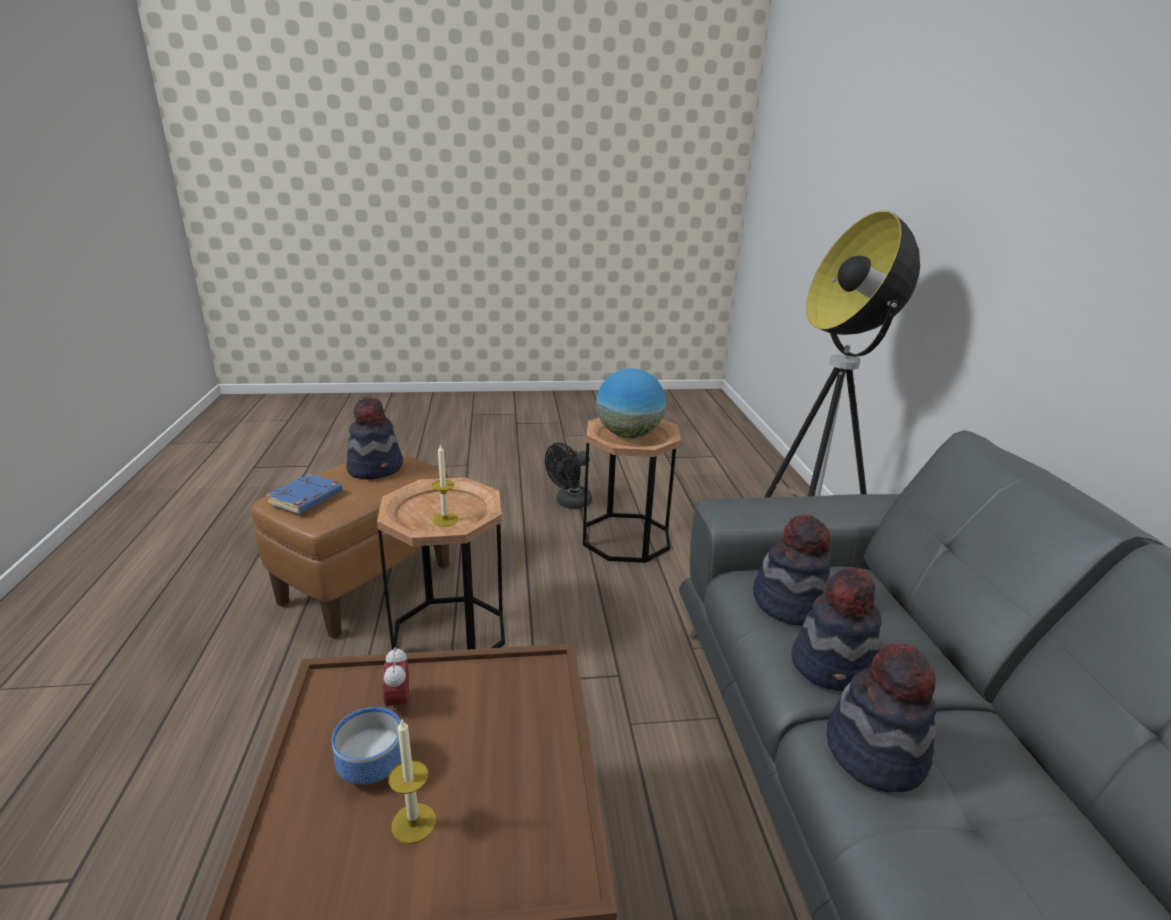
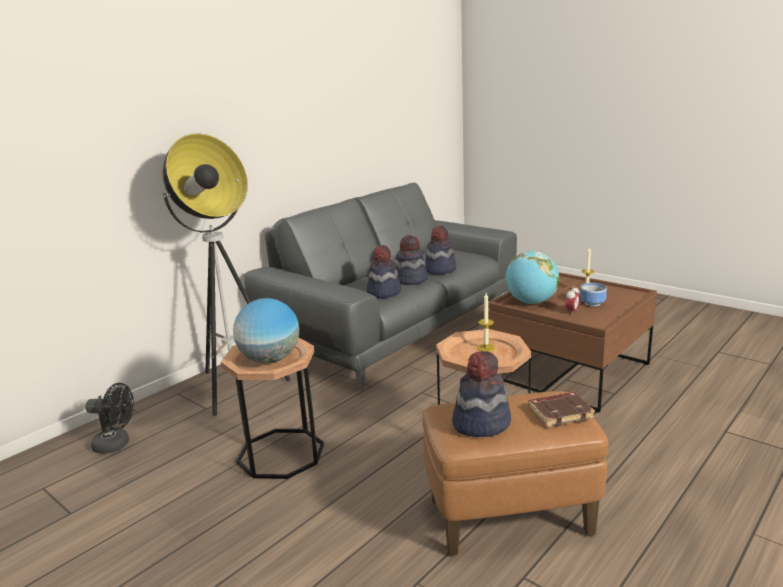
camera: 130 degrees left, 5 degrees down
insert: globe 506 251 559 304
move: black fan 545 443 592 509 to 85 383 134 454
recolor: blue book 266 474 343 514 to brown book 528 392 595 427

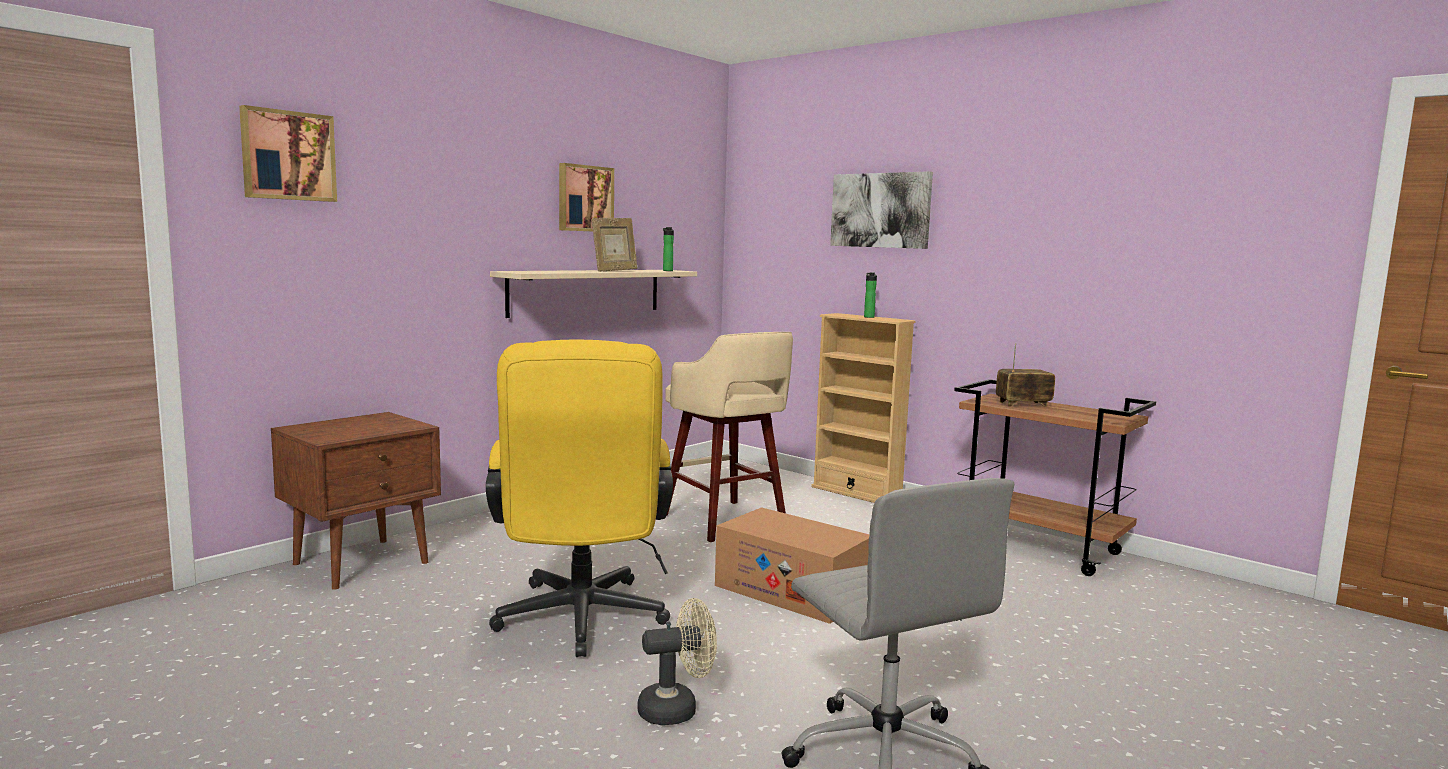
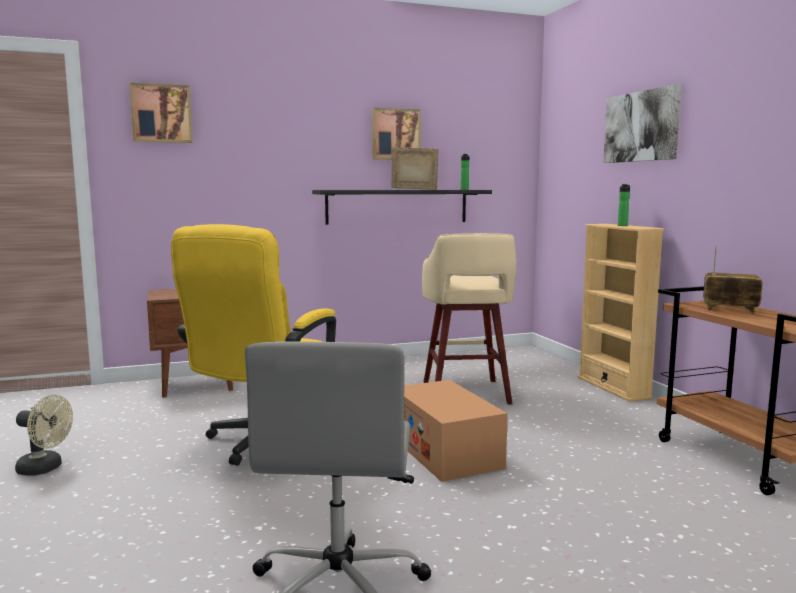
camera: 30 degrees right, 0 degrees up
move: beige fan 637 598 717 725 to 15 395 73 476
recolor: beige shelf 490 270 697 318 to black shelf 312 190 492 225
rotate: picture frame 592 218 637 272 = 391 147 439 190 150 degrees counterclockwise

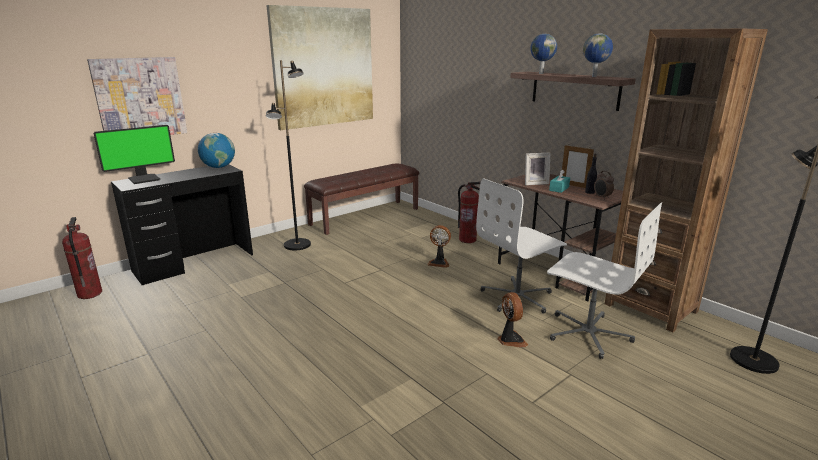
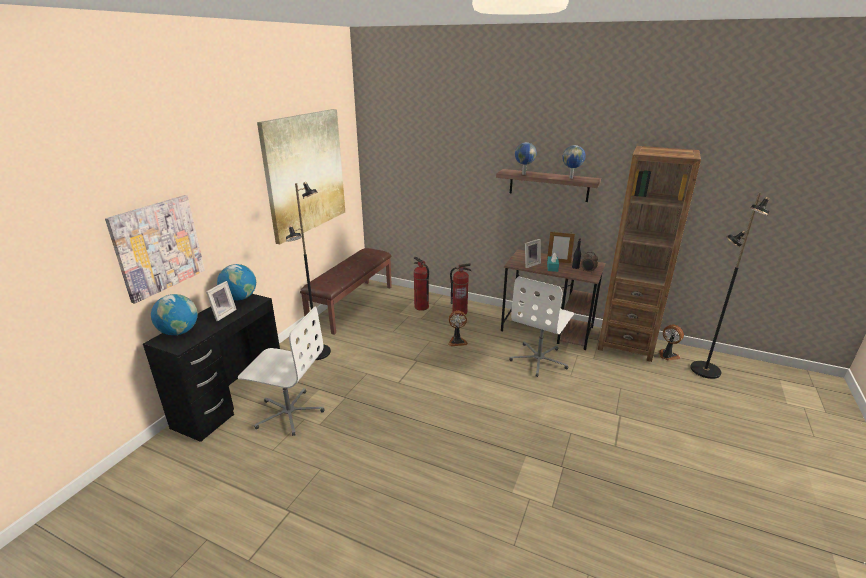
camera: 25 degrees left, 5 degrees up
insert: picture frame 206 281 237 321
move: white office chair 547 202 662 359 to 238 306 324 436; fire extinguisher 62 217 102 299 to 414 257 429 311; fan 497 292 528 347 to 659 324 684 361
replace: monitor 93 125 175 184 to globe 151 294 198 335

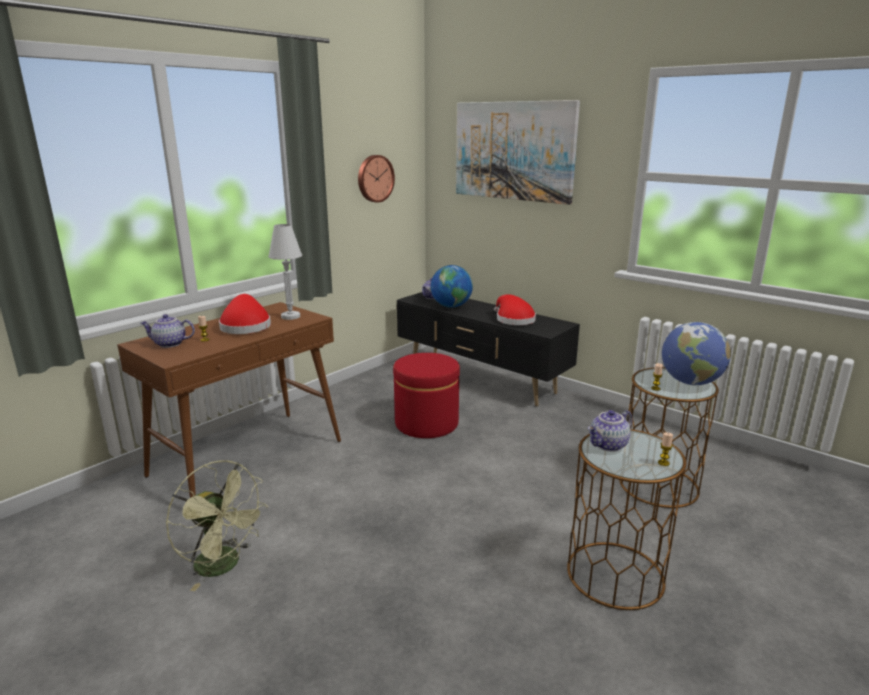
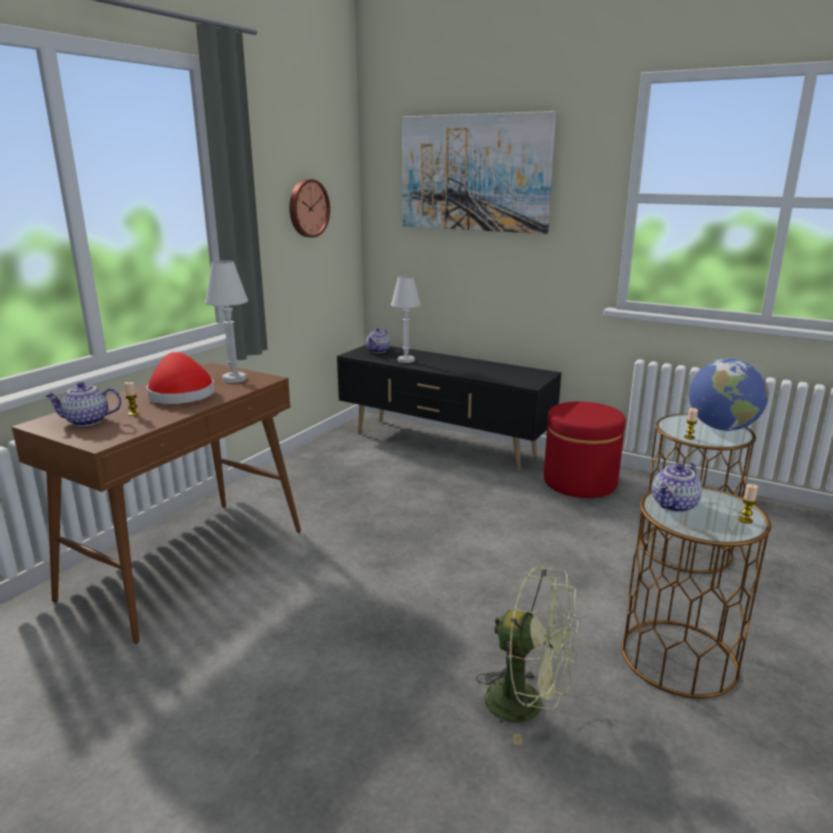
camera: 10 degrees left, 0 degrees up
delete: red hat 494 294 536 325
move: red ottoman 393 353 460 438 to 544 401 626 498; green fan 166 460 268 591 to 476 566 579 745
replace: globe 431 265 473 308 to white table lamp 391 276 421 363

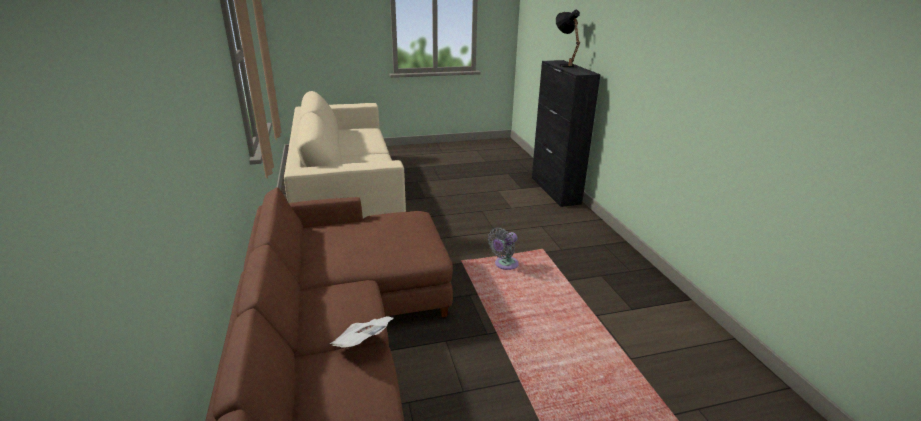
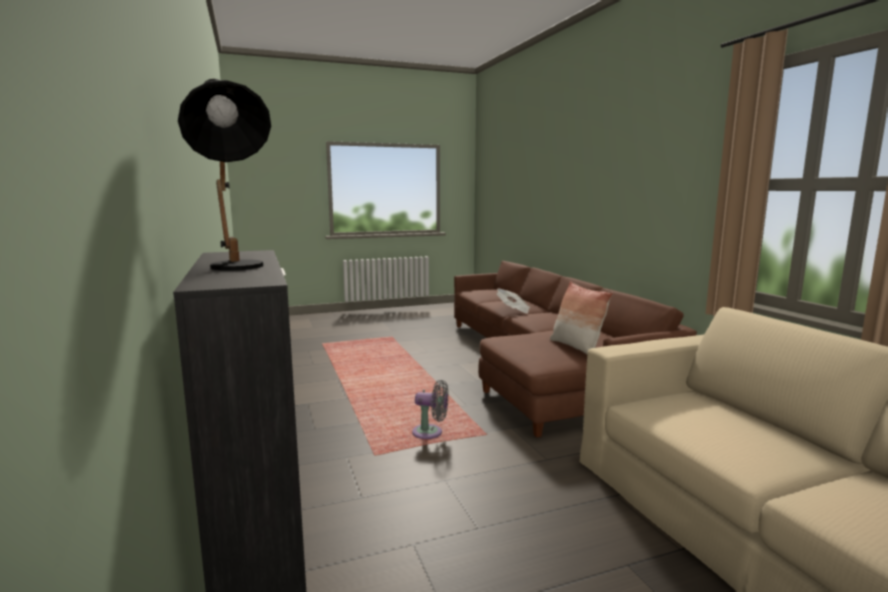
camera: 175 degrees right, 15 degrees down
insert: pillow 550 281 613 354
rotate: grey fan 488 228 519 270 = 412 380 448 439 60 degrees clockwise

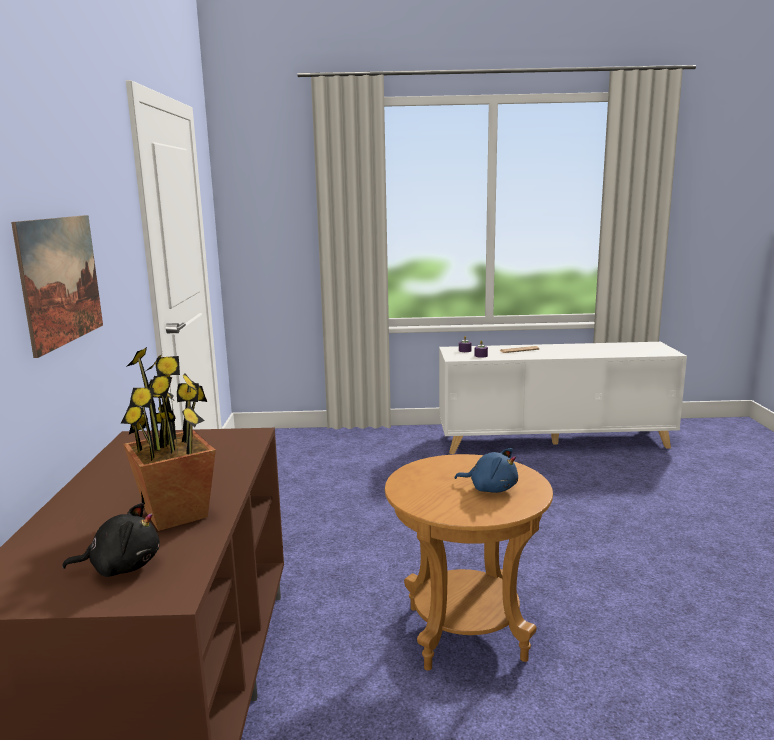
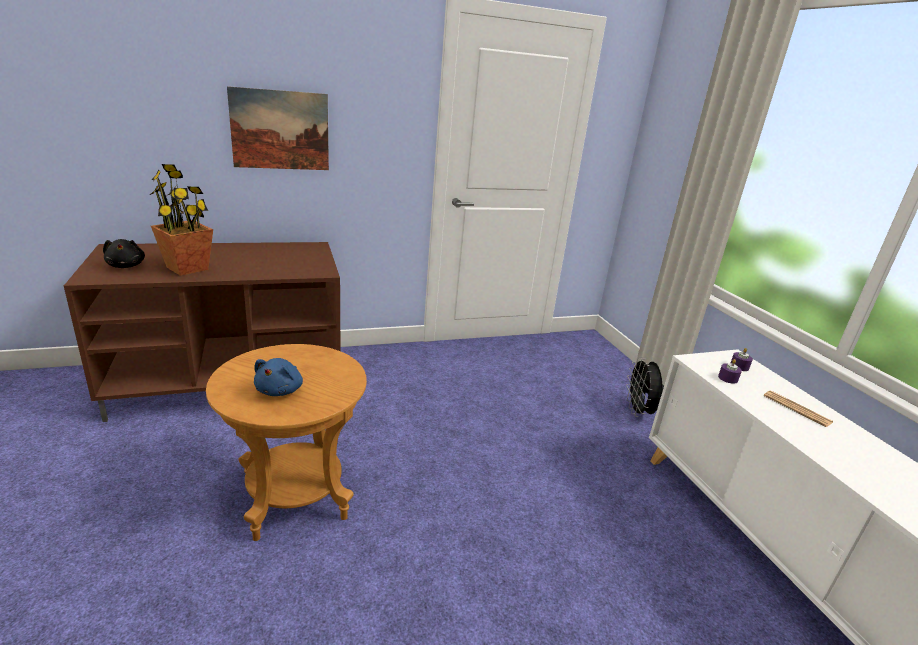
camera: 70 degrees right, 10 degrees up
insert: black fan 626 357 664 417

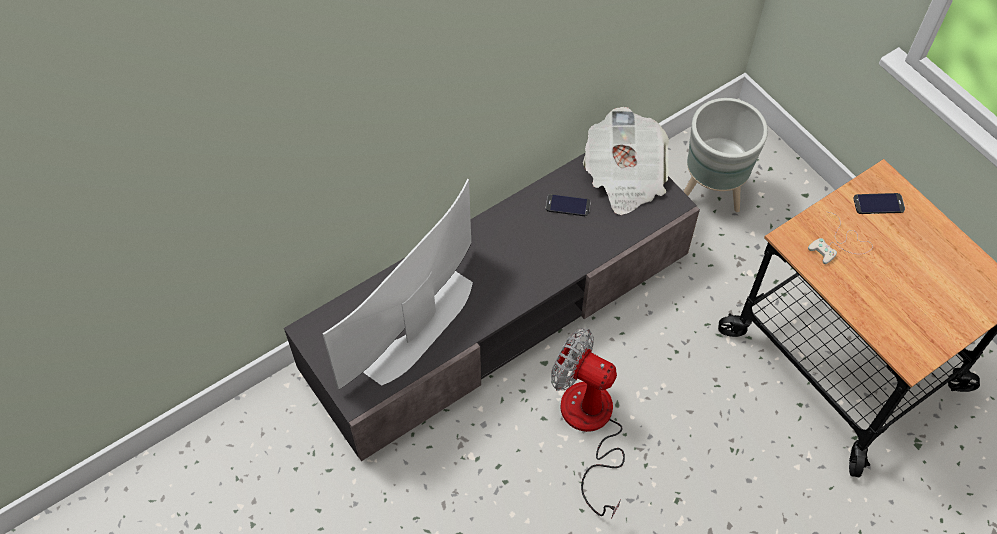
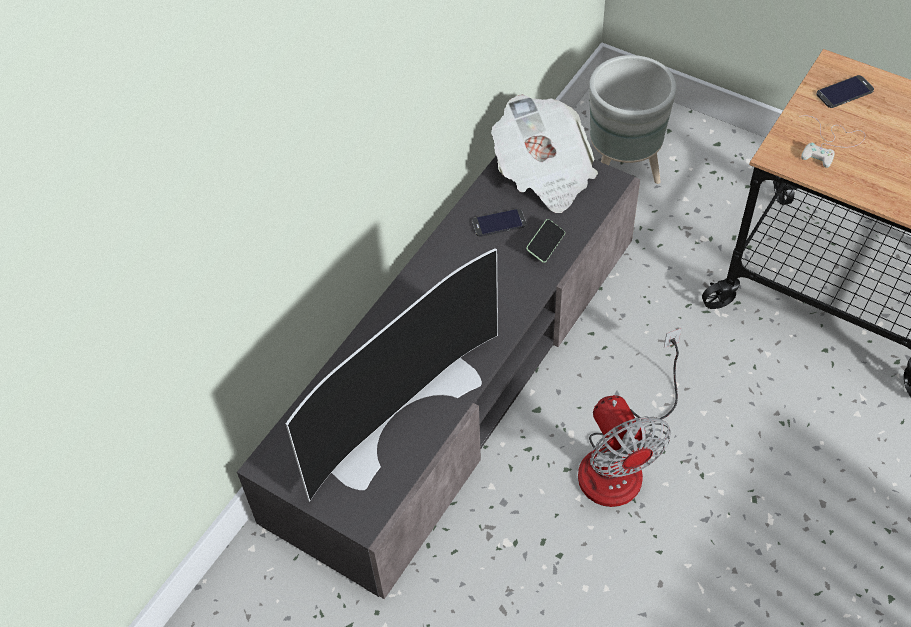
camera: 20 degrees left, 5 degrees down
insert: phone 526 219 565 263
rotate: television 322 179 473 389 = 286 248 498 502 150 degrees counterclockwise; fan 551 328 625 519 = 578 328 681 507 120 degrees counterclockwise

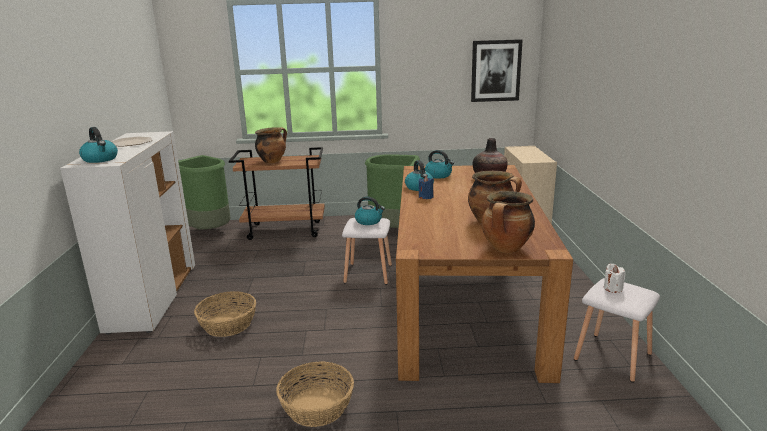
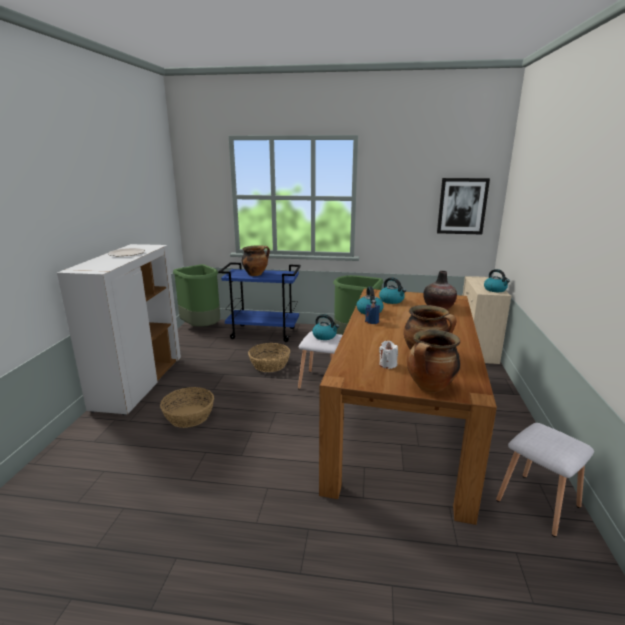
camera: 10 degrees right, 0 degrees up
move: kettle 79 127 118 163 to 484 269 510 292; white candle 604 264 626 293 to 379 341 398 369; basket 276 361 354 427 to 248 343 290 372
recolor: brown cart 229 147 325 240 to blue cart 218 262 301 342

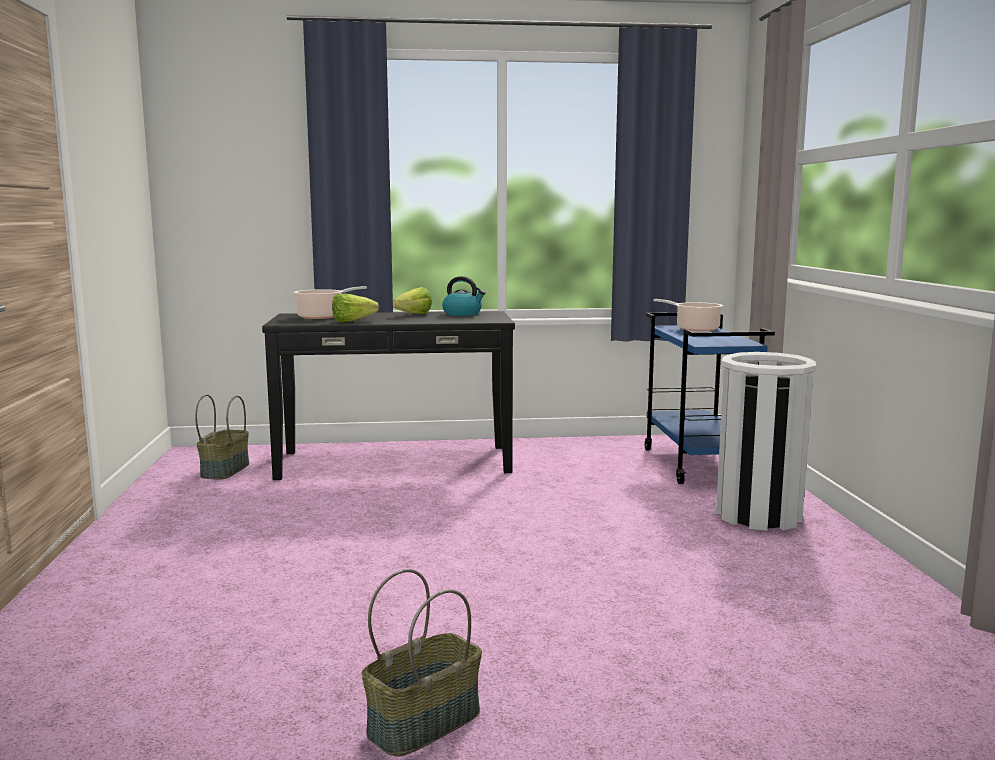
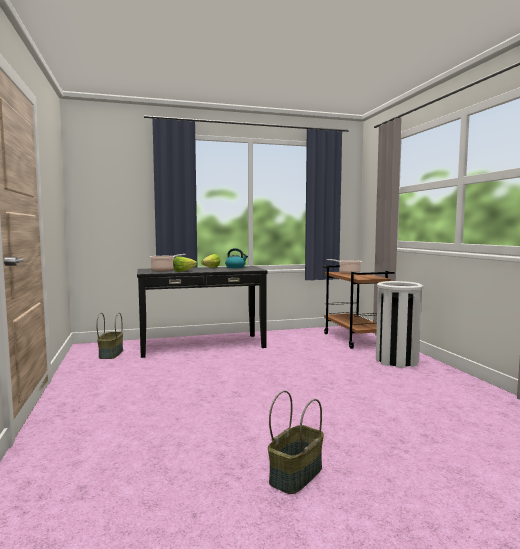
camera: 10 degrees left, 5 degrees down
recolor: blue cart 645 312 775 484 to brown cart 323 265 394 349

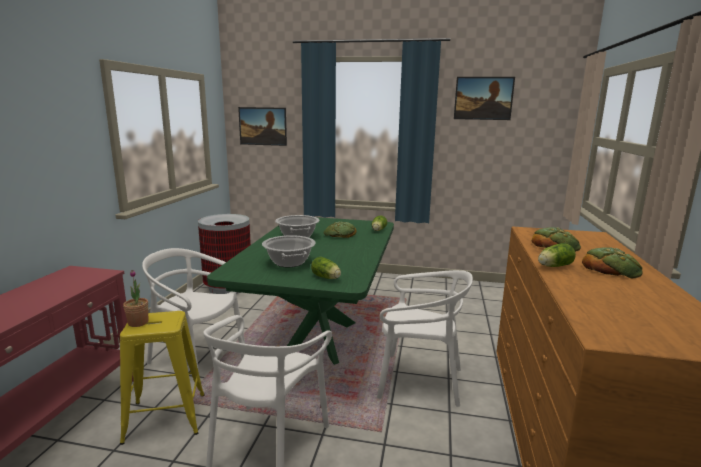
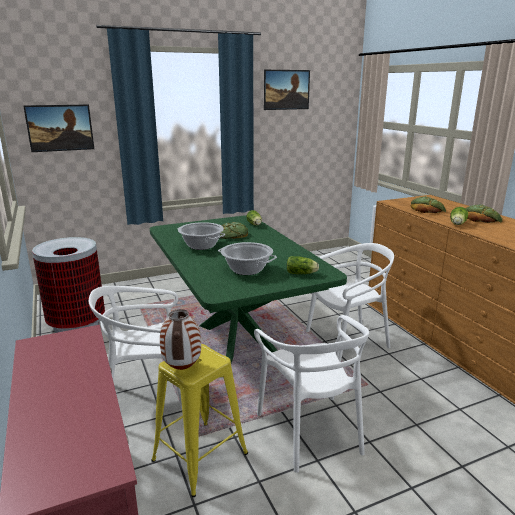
camera: 35 degrees left, 5 degrees up
replace: potted plant 123 270 148 327 to vase 160 309 201 370

